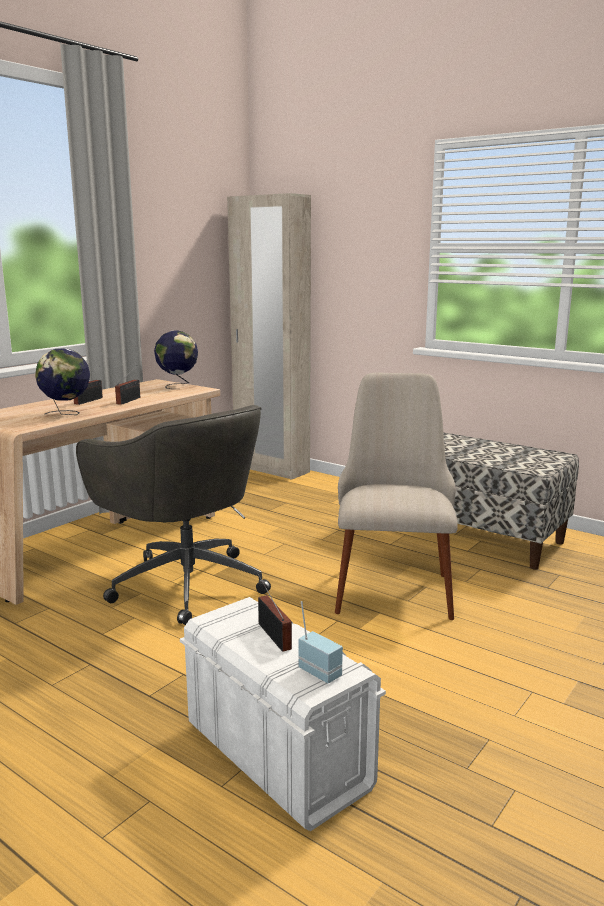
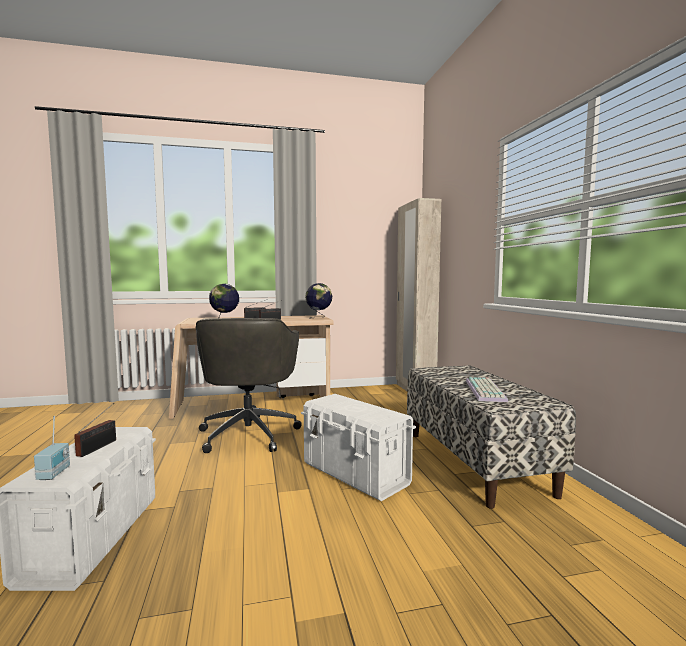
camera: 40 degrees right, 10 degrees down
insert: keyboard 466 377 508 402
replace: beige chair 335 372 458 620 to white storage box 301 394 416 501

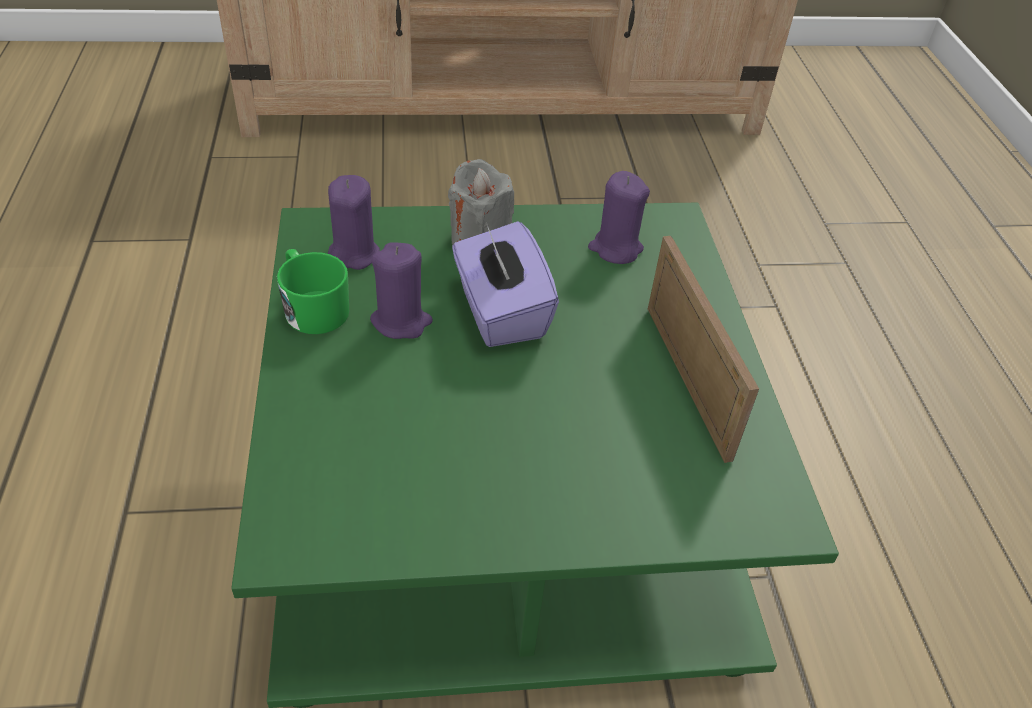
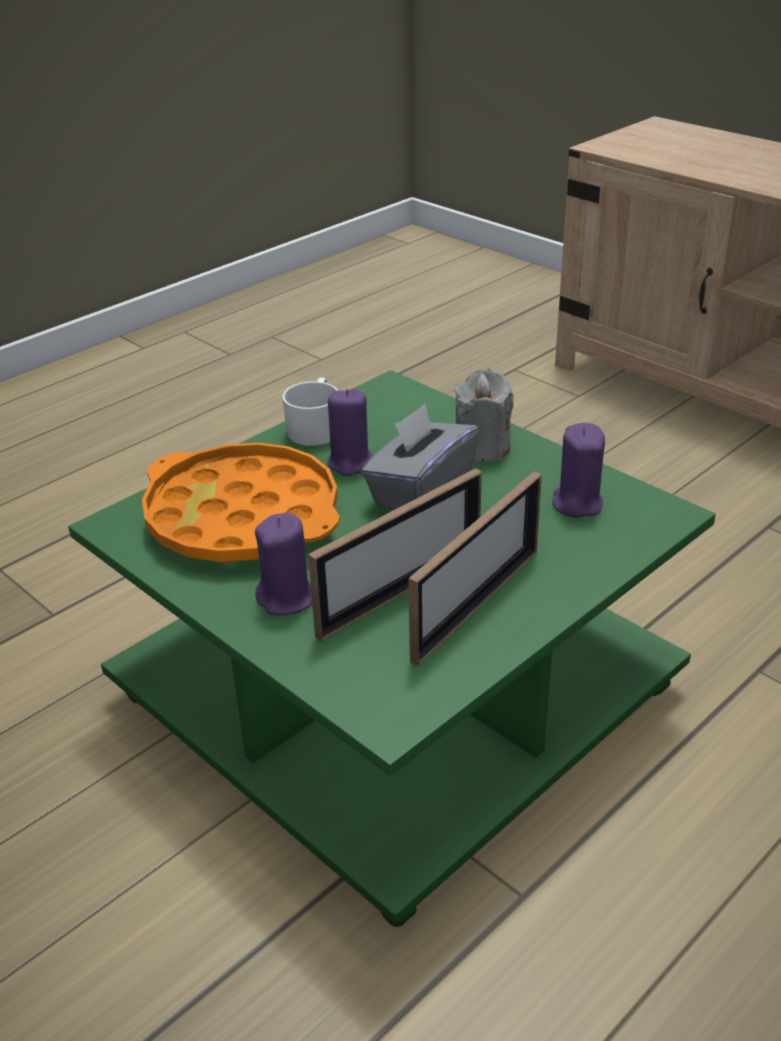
camera: 55 degrees right, 10 degrees down
insert: orange tray 142 443 340 563; picture frame 308 468 482 641
move: purple candle 328 175 380 270 to 255 513 312 615
recolor: purple tissue box 452 221 559 347 to grey tissue box 361 404 479 511; green mug 277 249 349 334 to white mug 282 377 338 446

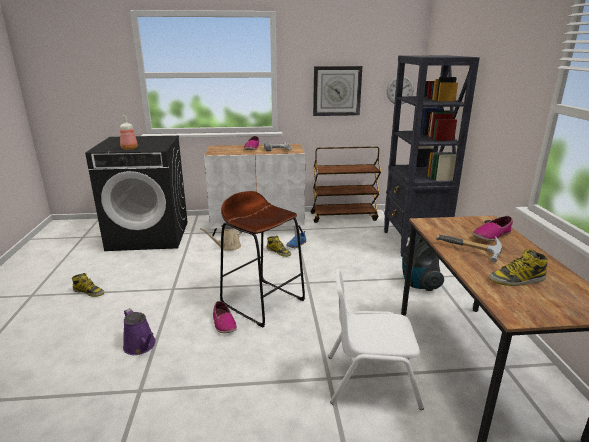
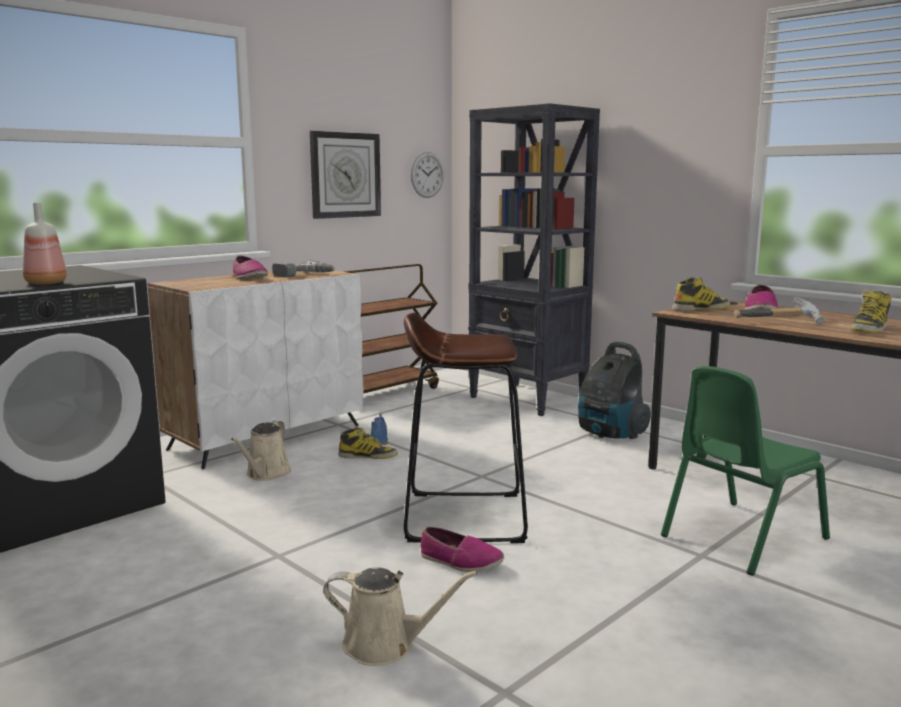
camera: 40 degrees left, 10 degrees down
move: boot 72 273 105 297 to 673 277 730 311
recolor: white chair 328 269 424 410 to green chair 661 366 830 575; purple watering can 123 308 156 355 to beige watering can 323 568 477 666

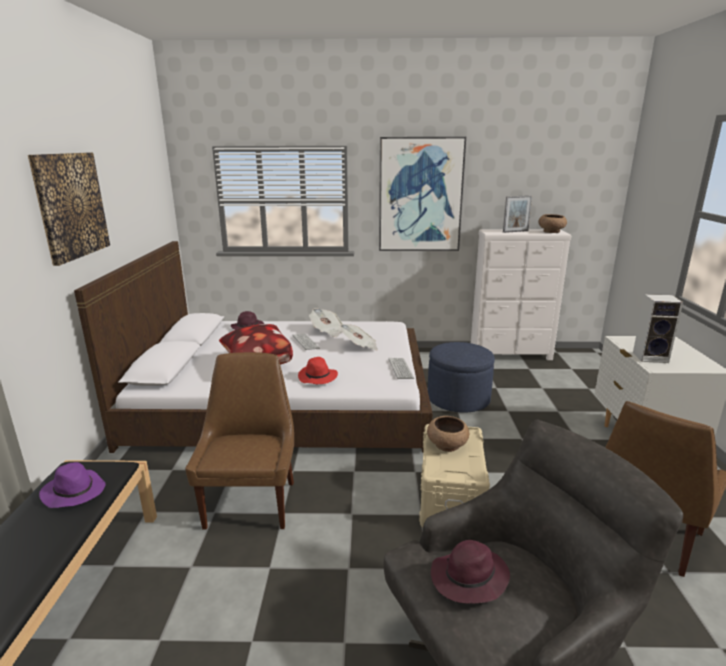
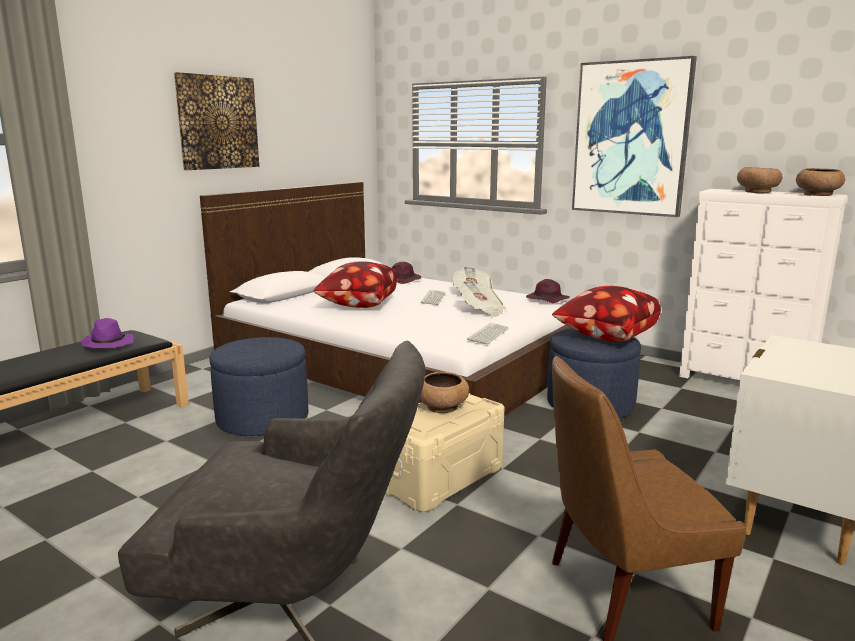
camera: 35 degrees right, 5 degrees down
delete: speaker 633 294 683 363; red hat 298 357 338 384
insert: pillow 552 286 661 342
move: purple hat 431 540 510 604 to 526 279 569 303
replace: picture frame 503 195 532 233 to brown bowl 737 167 782 193; brown chair 185 352 294 529 to blue ottoman 209 337 308 436

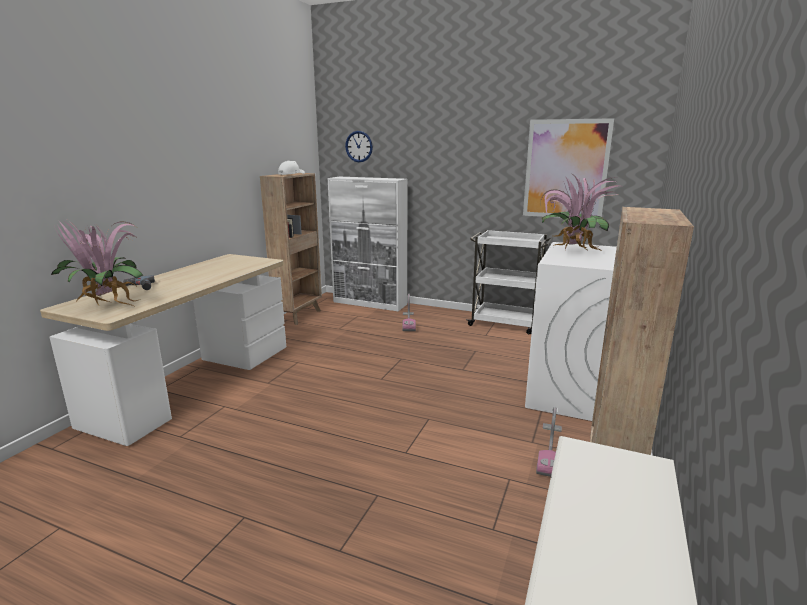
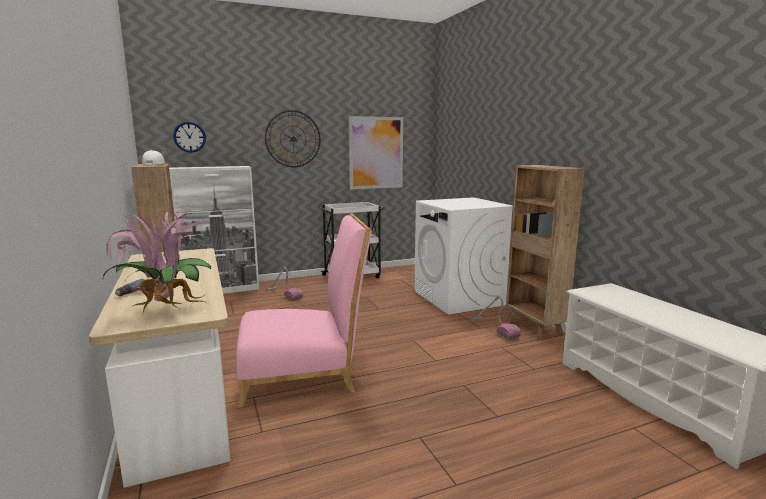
camera: 45 degrees left, 5 degrees down
delete: potted plant 541 175 620 252
insert: wall clock 265 110 321 168; pink chair 236 213 372 408

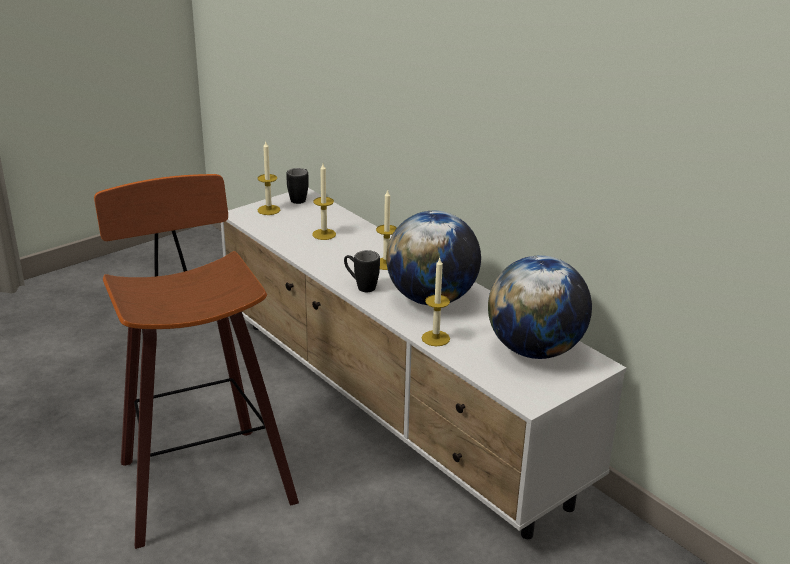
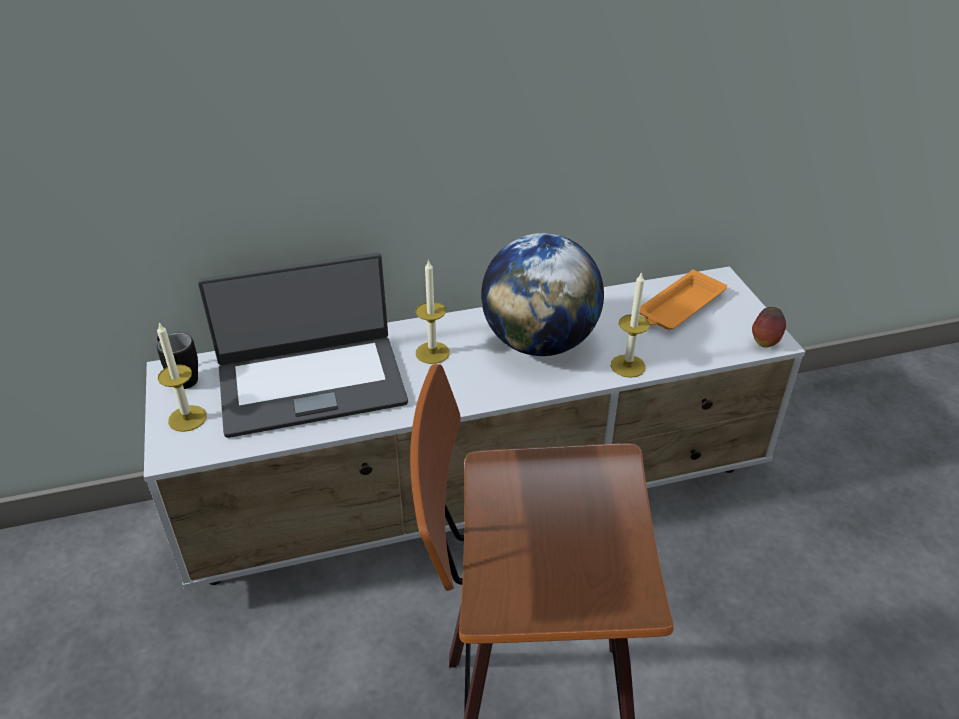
camera: 65 degrees left, 10 degrees up
delete: black mug 344 250 380 292
insert: apple 752 307 786 348
replace: candle 312 164 336 240 to laptop 198 253 408 438; globe 488 256 592 359 to orange tray 640 269 727 330

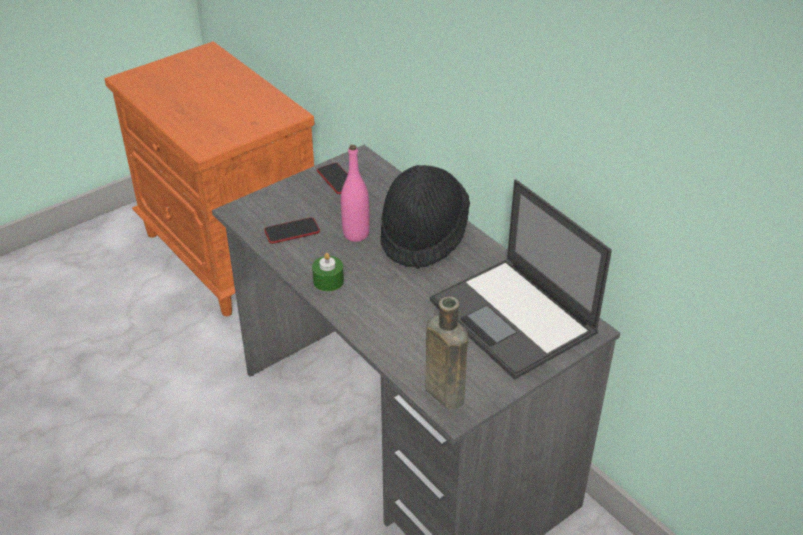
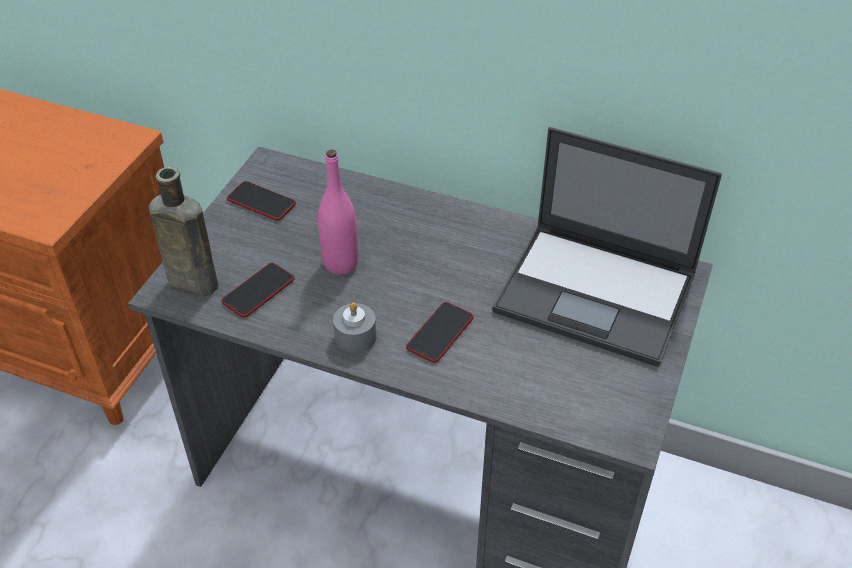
camera: 30 degrees left, 5 degrees up
delete: black hat 380 165 470 269
insert: phone 406 302 474 363
move: brown bottle 426 296 468 409 to 148 166 218 297
recolor: green candle 312 253 344 292 to grey candle 333 302 376 353

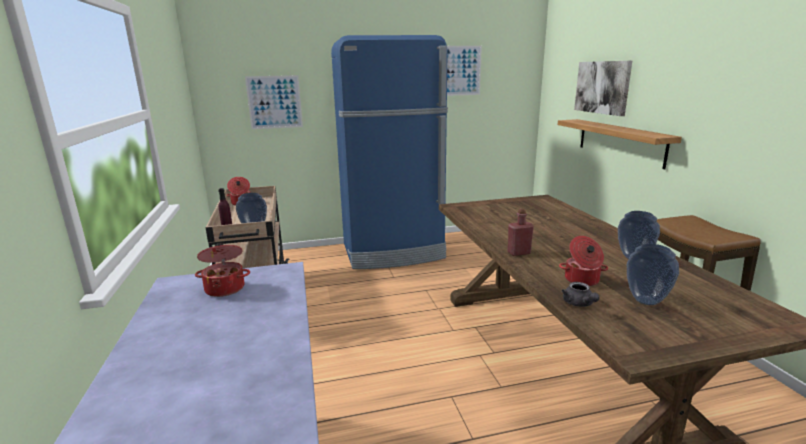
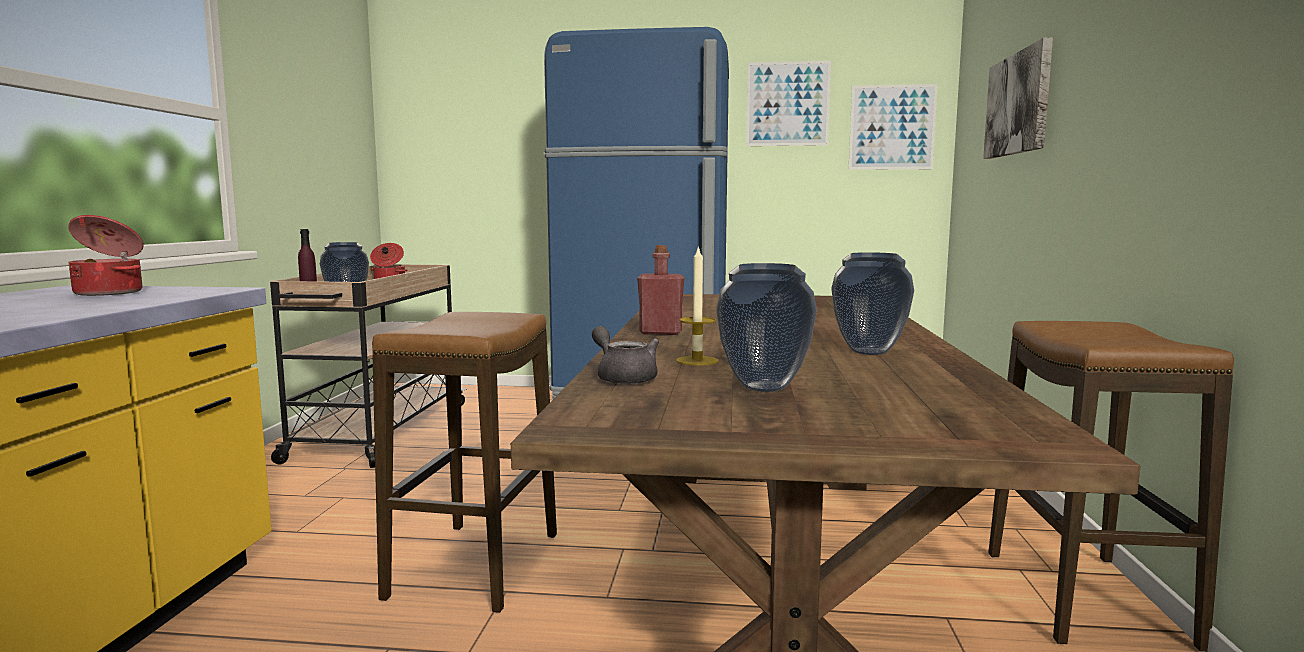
camera: 20 degrees right, 10 degrees down
delete: shelf 558 119 682 169
insert: stool 372 312 557 613
move: picture 245 75 303 129 to 849 84 938 170
replace: cooking pot 559 236 608 286 to candle 676 245 719 366
rotate: grey teapot 562 282 600 307 = 592 326 659 385 135 degrees clockwise

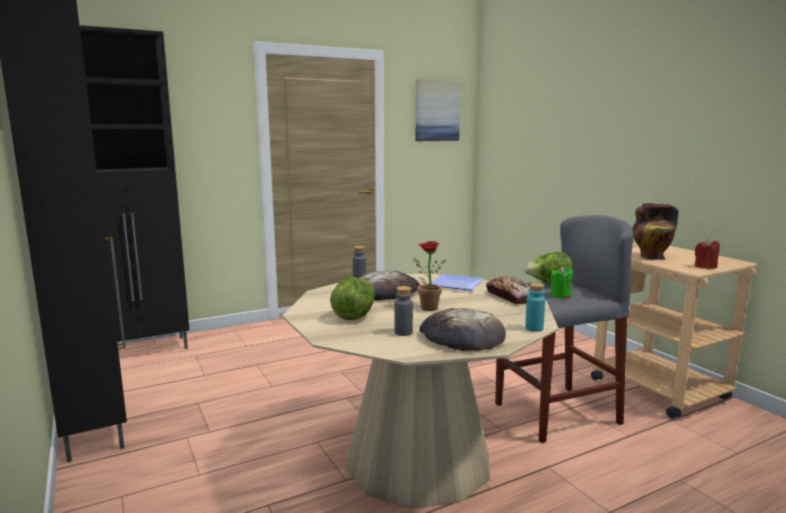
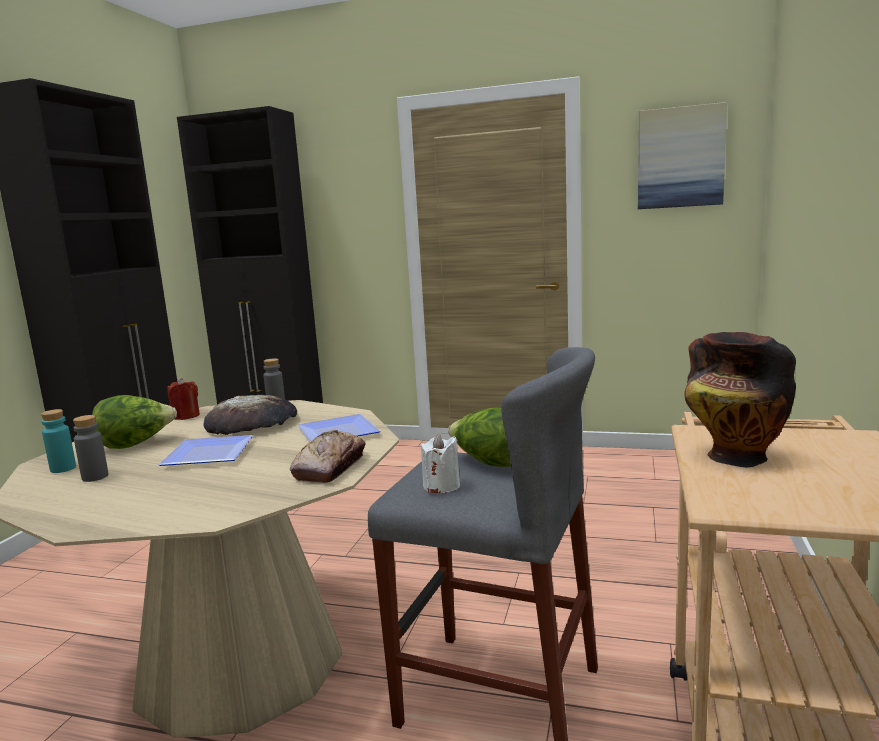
camera: 45 degrees right, 0 degrees up
delete: bread 420 308 506 351
move: red candle 695 239 720 269 to 167 378 200 420; turquoise bottle 525 283 545 332 to 41 409 76 473
replace: potted plant 413 241 446 311 to plate 158 435 253 466
recolor: green candle 550 266 573 298 to white candle 421 433 460 493

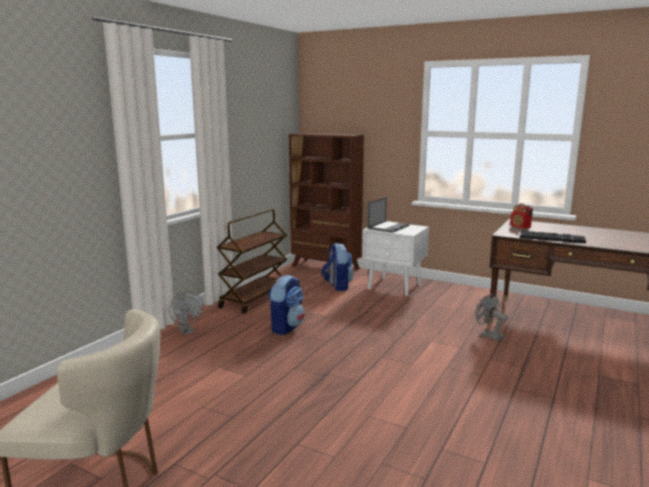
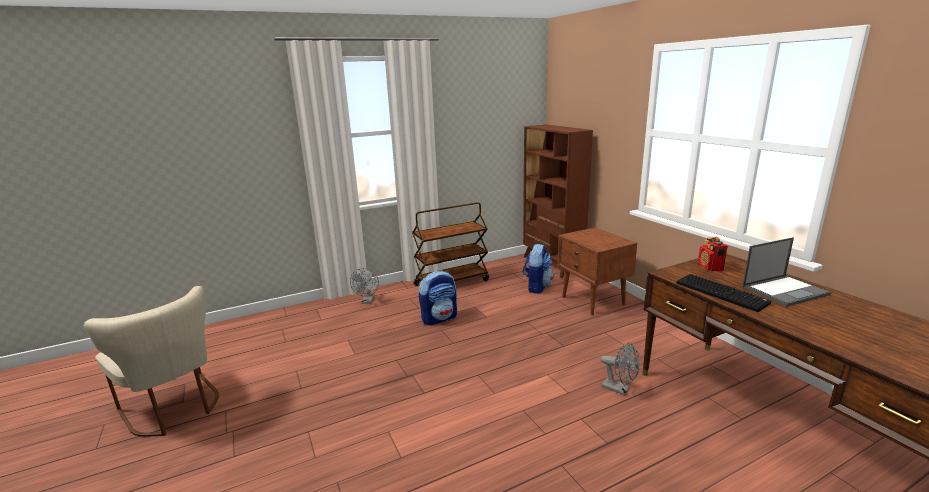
camera: 35 degrees right, 5 degrees up
move: laptop 368 197 409 233 to 742 237 831 307
recolor: white nightstand 362 224 429 296 to brown nightstand 557 227 637 315
rotate: grey fan 475 293 508 341 = 600 342 640 395 135 degrees clockwise

